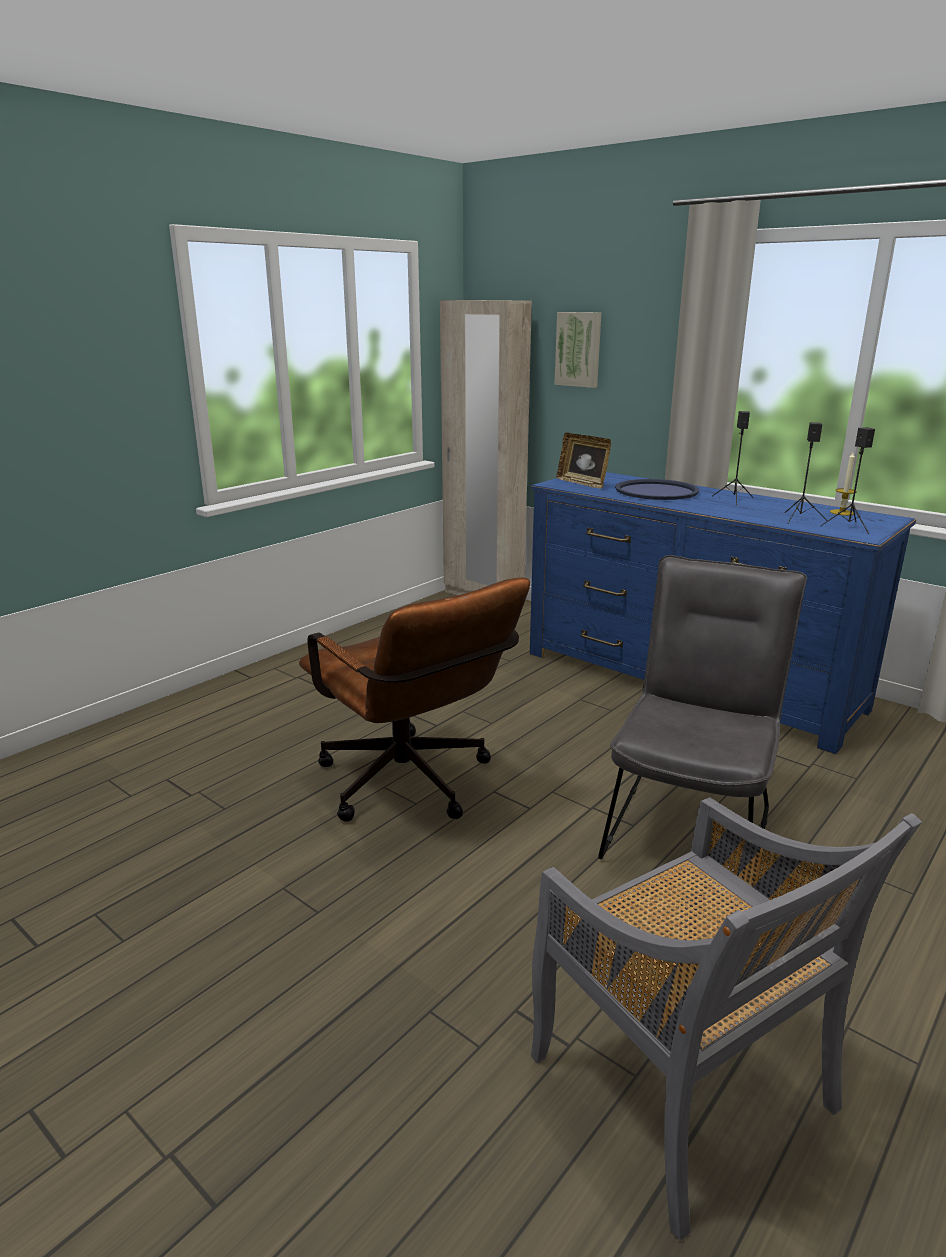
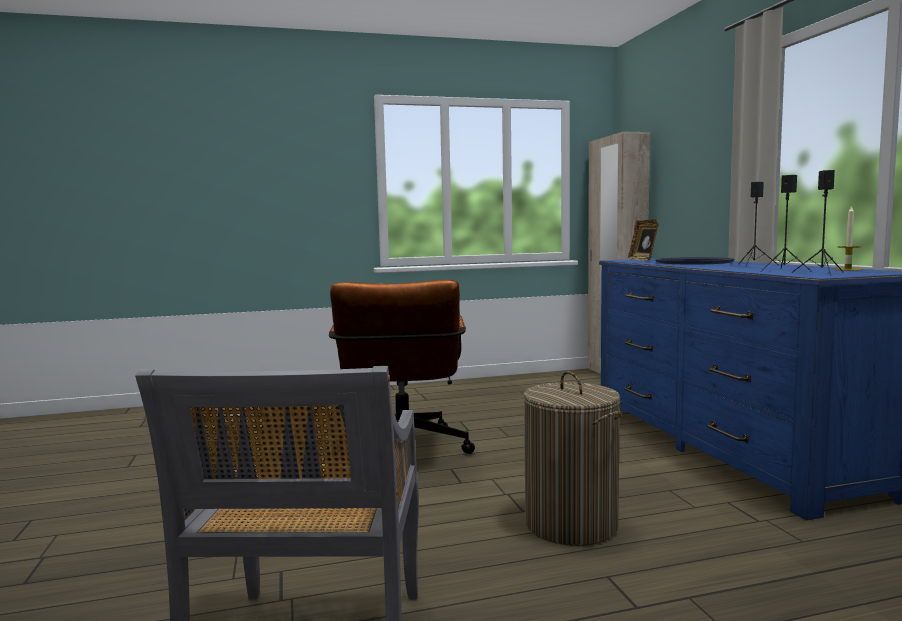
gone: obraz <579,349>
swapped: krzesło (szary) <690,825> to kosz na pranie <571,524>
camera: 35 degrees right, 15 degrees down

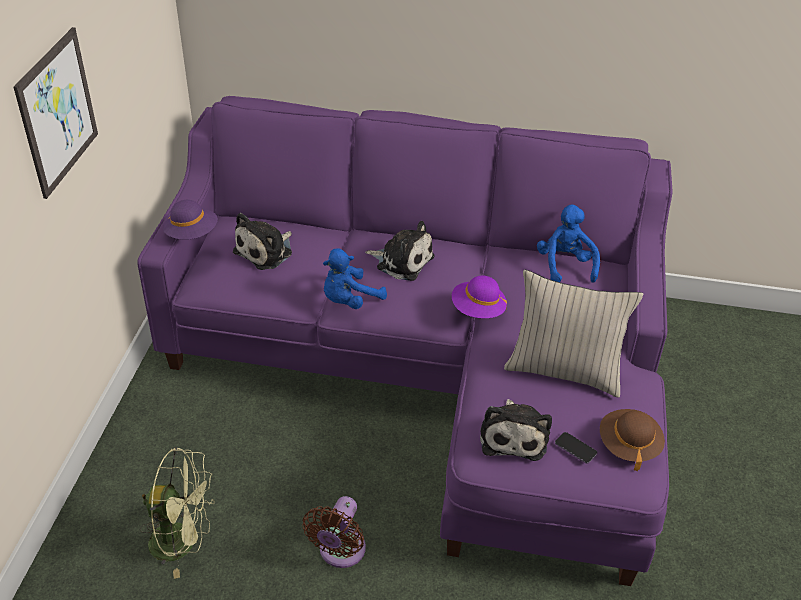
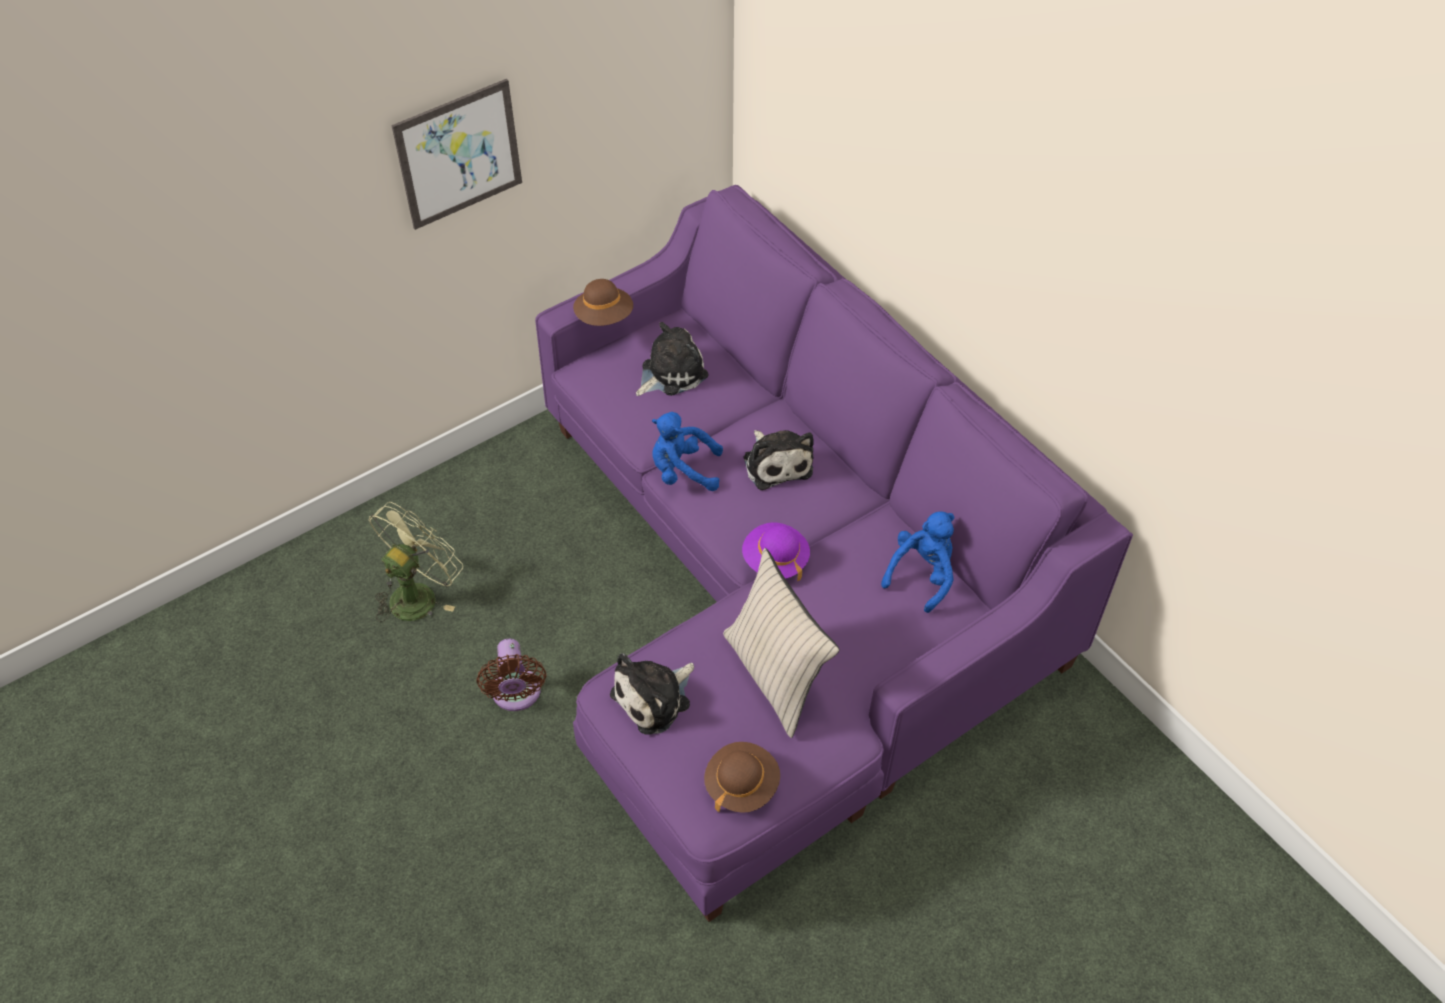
gone: telefon <575,449>
repainted: kapelusz (fioletowy) <192,234> to kapelusz (brązowy) <604,317>
rotated: wentylator (zielony) <183,542> = <418,594> 105 degrees counterclockwise; pluszak <266,251> = <670,373> 150 degrees clockwise; wentylator (brązowy) <340,552> = <516,695> 75 degrees counterclockwise
camera: 45 degrees right, 10 degrees up

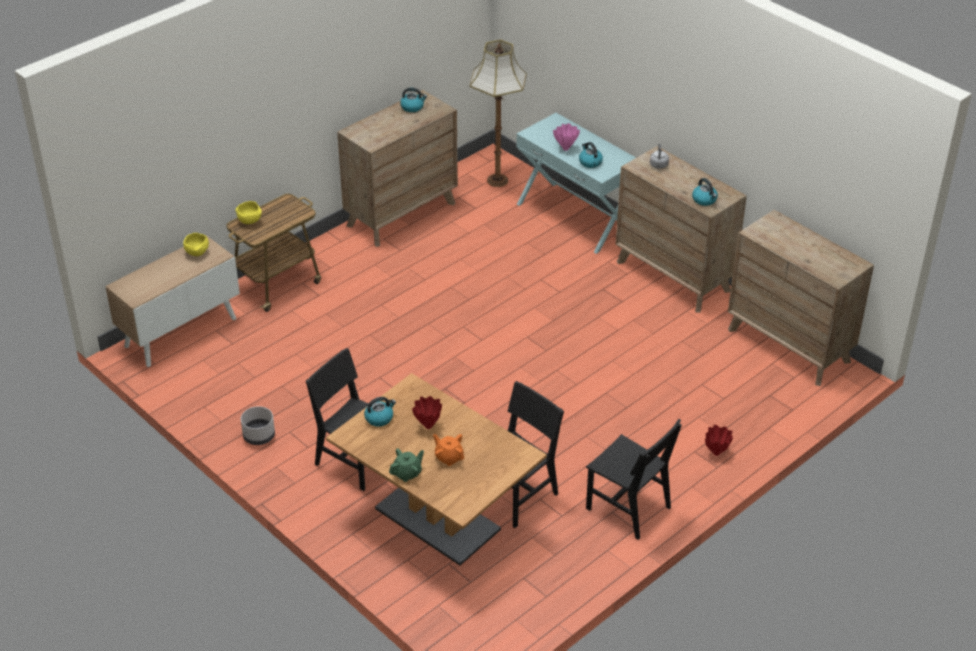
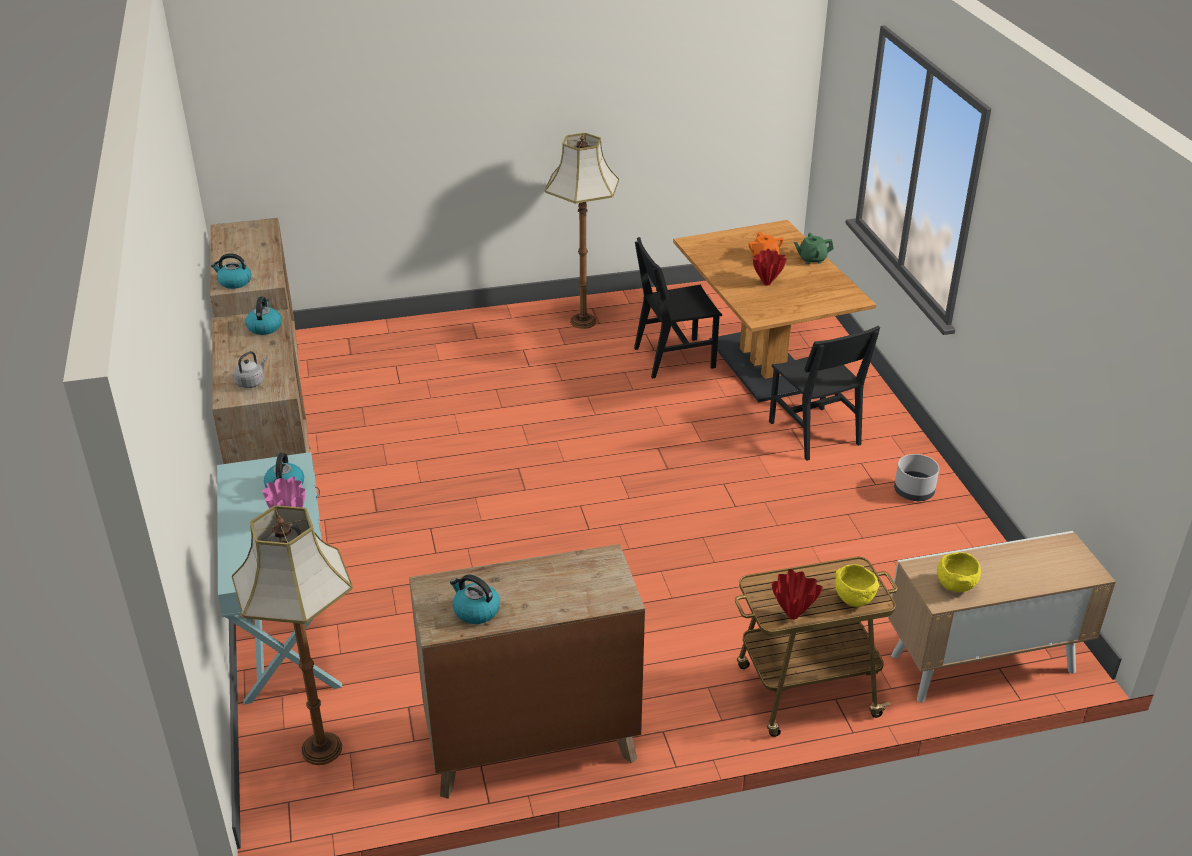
shifted: czajnik <379,418> to <234,282>; wazon (czerwony) <716,453> to <792,616>
swapped: krzesło (czarny) <628,508> to lampa stojąca <582,321>
camera: 150 degrees left, 5 degrees down

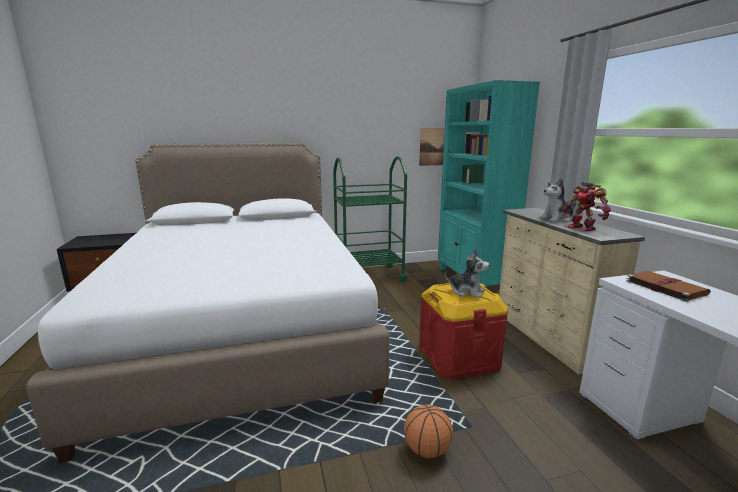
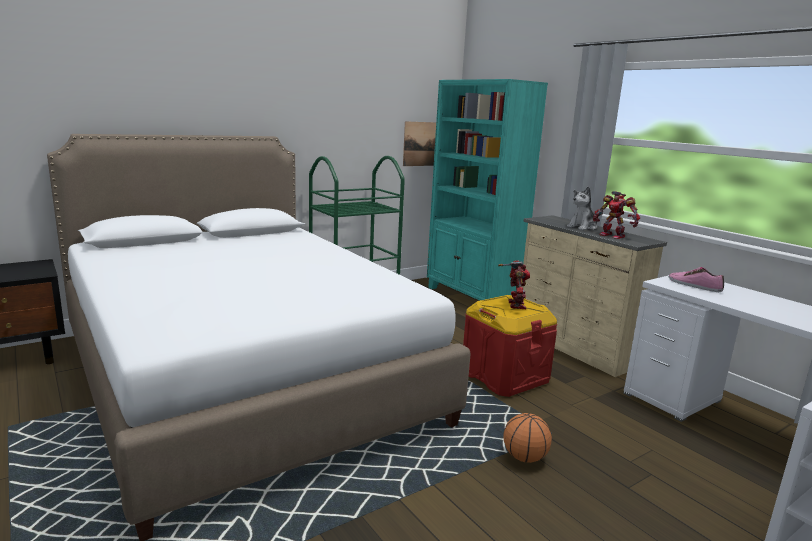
swapped: pluszak <466,291> to robot zabawkowy <514,305>; książka (brązowy) <664,287> to but <694,285>
camera: 20 degrees left, 0 degrees up

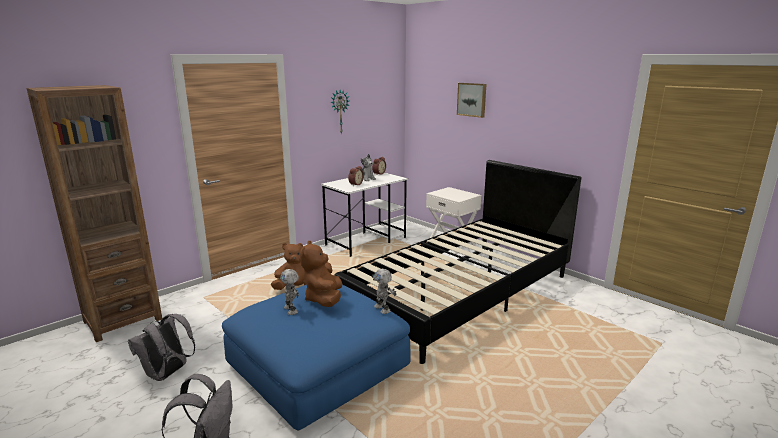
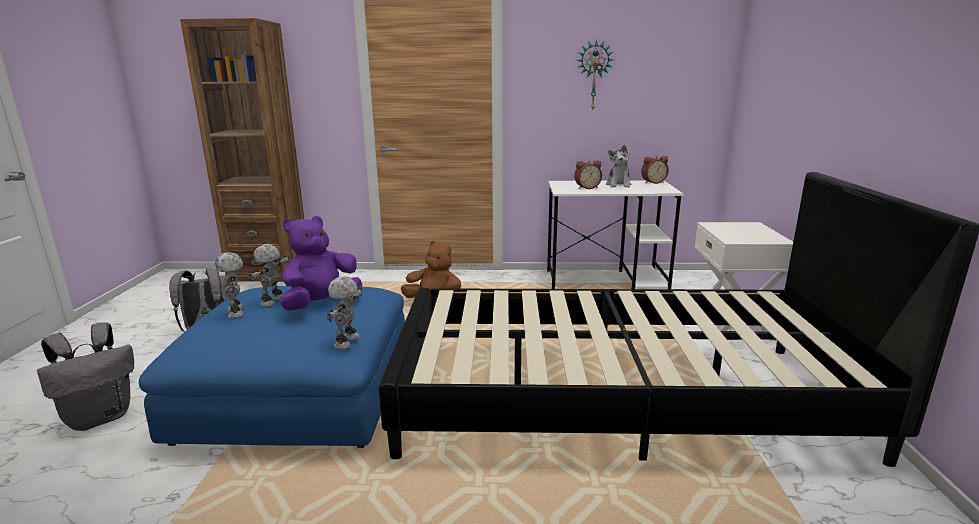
gone: obraz <472,99>
new: robot zabawkowy <237,312>
repainted: pluszak (brązowy) <324,299> to pluszak (fioletowy) <322,304>
camera: 45 degrees right, 0 degrees up

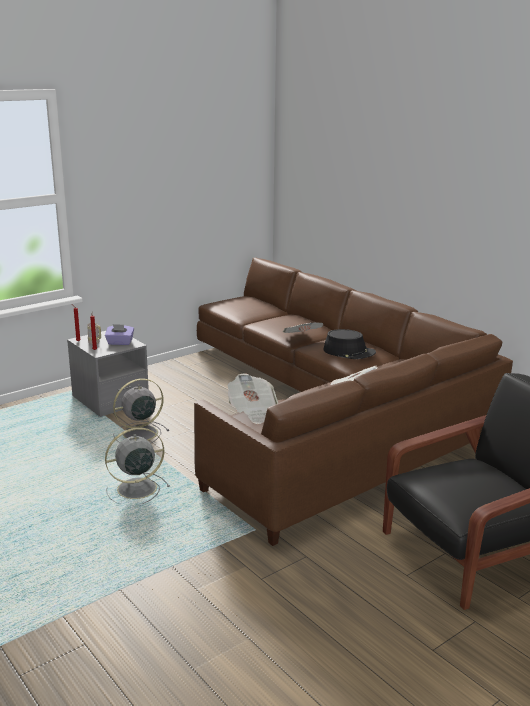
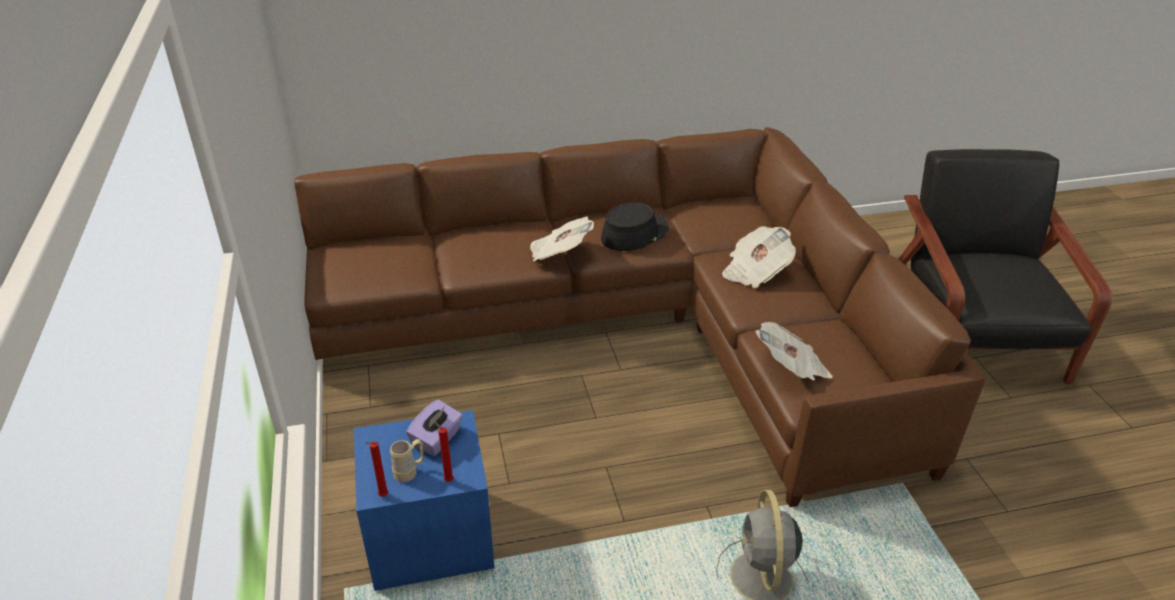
gone: wentylator (szary) <138,434>
repainted: szafka nocna (szary) <110,400> to szafka nocna (niebieski) <430,538>
camera: 65 degrees left, 15 degrees up

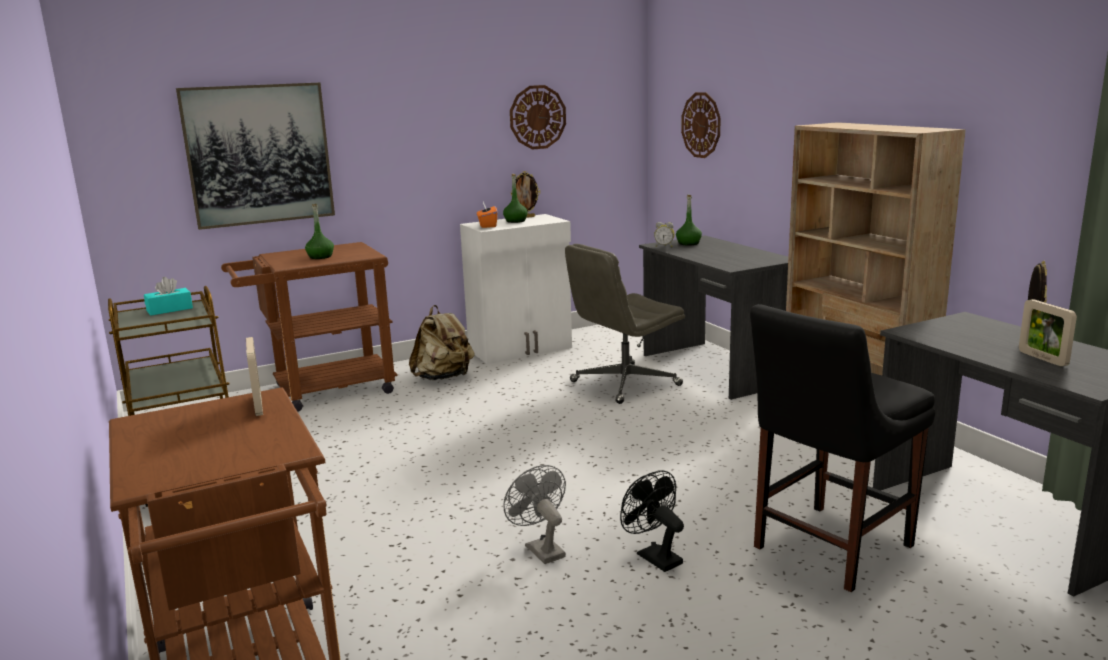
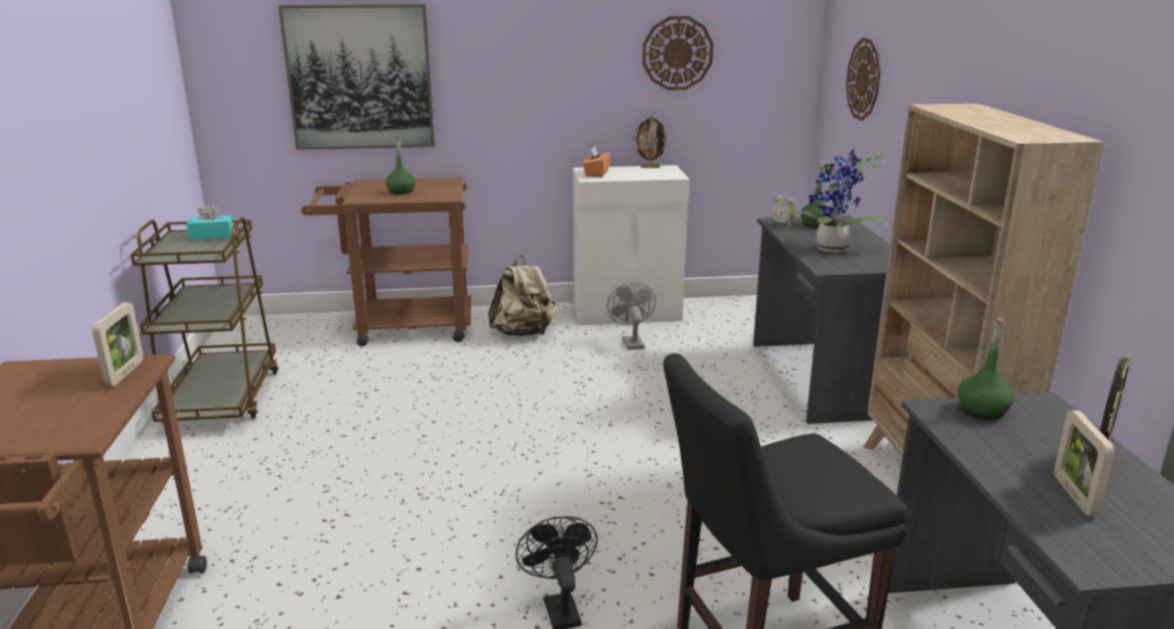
gone: krzesło biurowe (szary) <624,384>
new: roślina doniczkowa <832,250>
shifted: butelka (zielony) <515,221> to <982,410>; wentylator (szary) <540,549> to <631,342>
camera: 20 degrees right, 5 degrees up

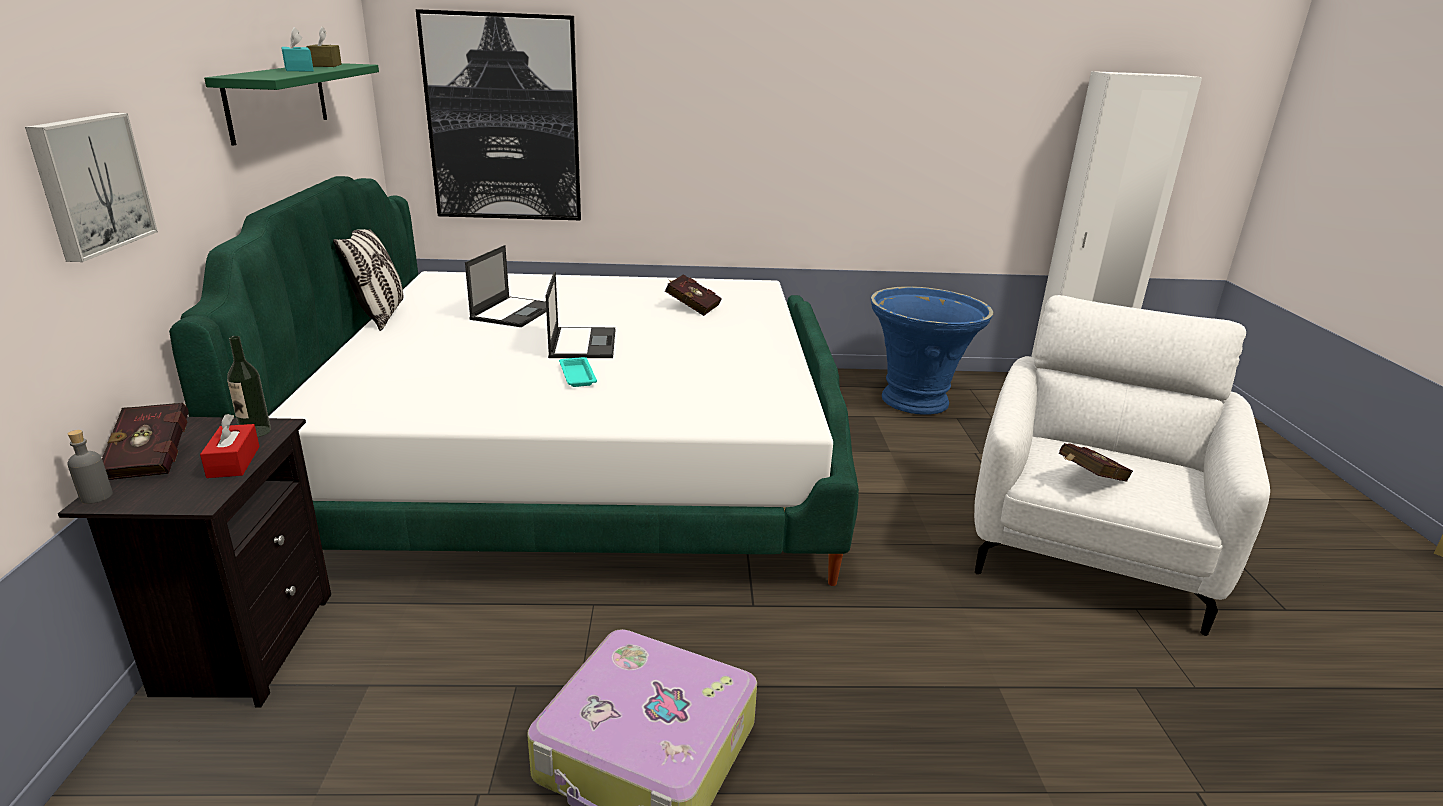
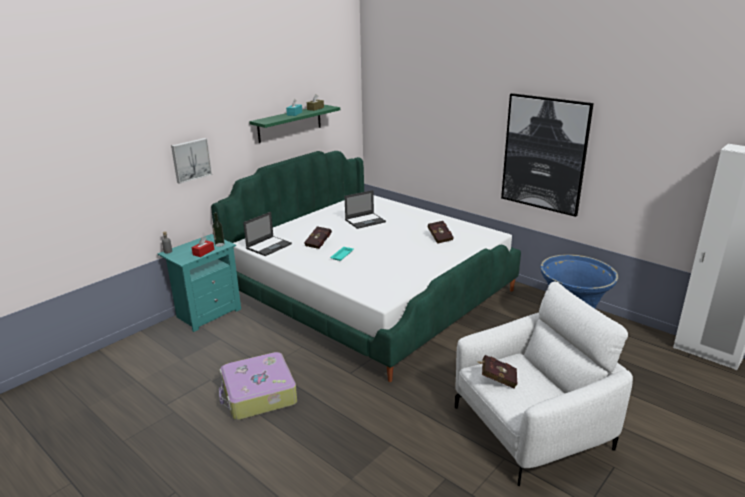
gone: poduszka <380,315>
shifted: książka (czerwony) <154,459> to <319,243>; obraz <503,119> to <544,154>; laptop <582,343> to <269,246>
repainted: szafka nocna (czarny) <243,644> to szafka nocna (turkusowy) <207,313>
camera: 45 degrees right, 0 degrees up

